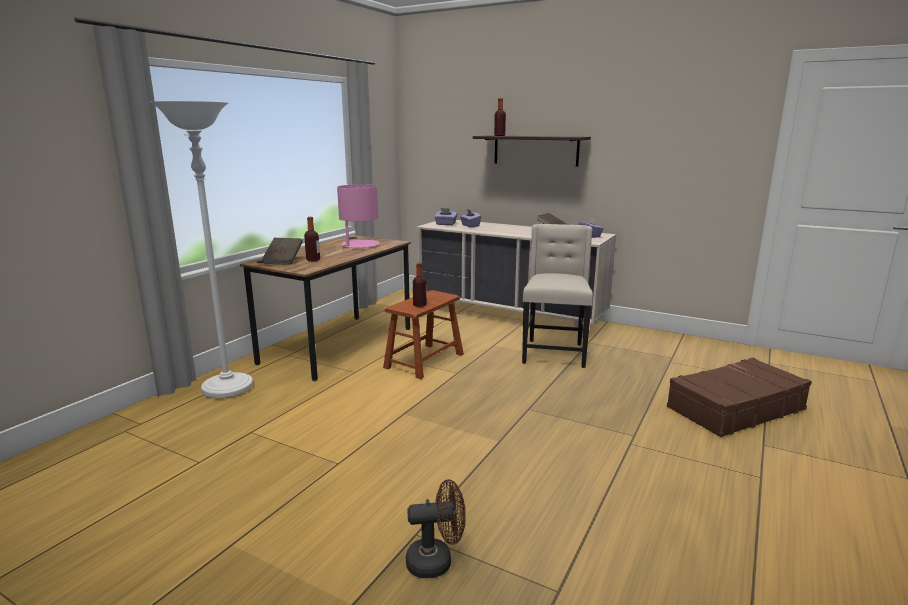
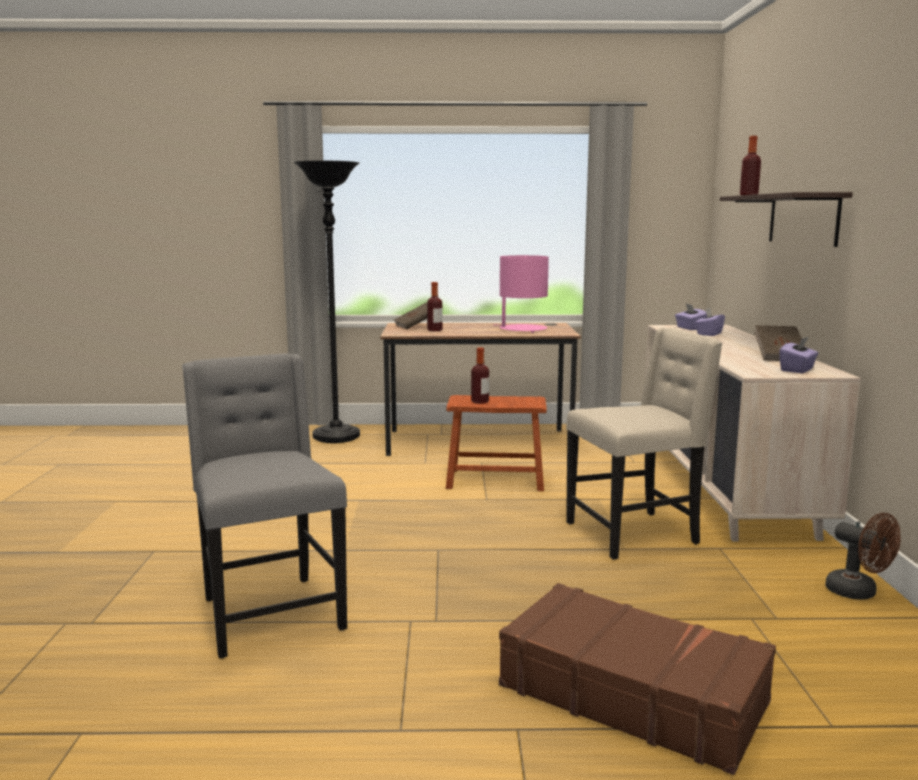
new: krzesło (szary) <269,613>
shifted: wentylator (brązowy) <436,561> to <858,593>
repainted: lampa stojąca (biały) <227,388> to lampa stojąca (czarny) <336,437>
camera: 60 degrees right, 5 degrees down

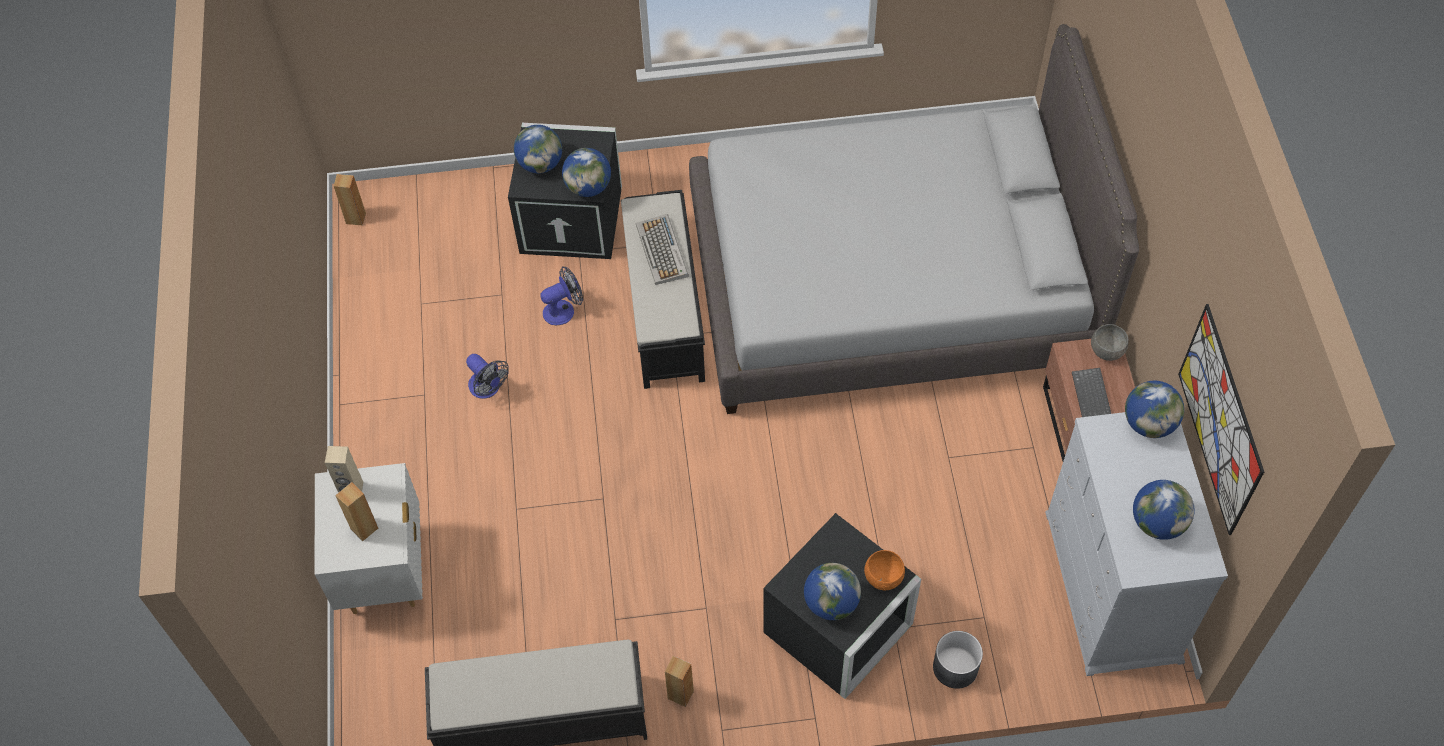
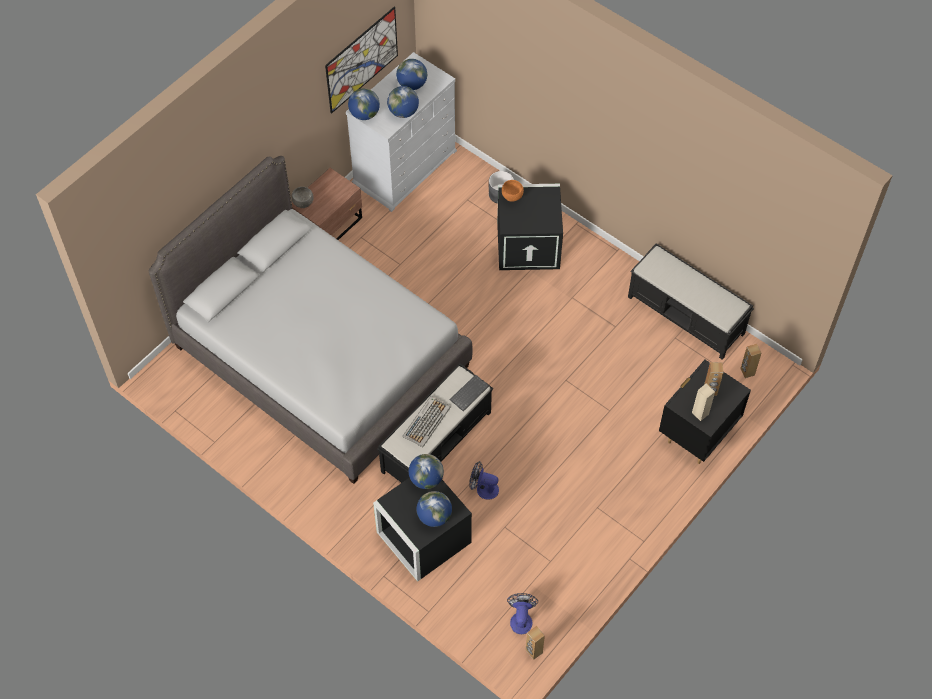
shifted: wentylator <488,389> to <521,619>; głośnik (brązowy) <680,694> to <747,372>; globus <831,603> to <403,112>; klawiatura <1093,397> to <469,392>
repainted: szafka nocna (biały) <384,572> to szafka nocna (czarny) <697,435>
camera: 135 degrees left, 0 degrees up

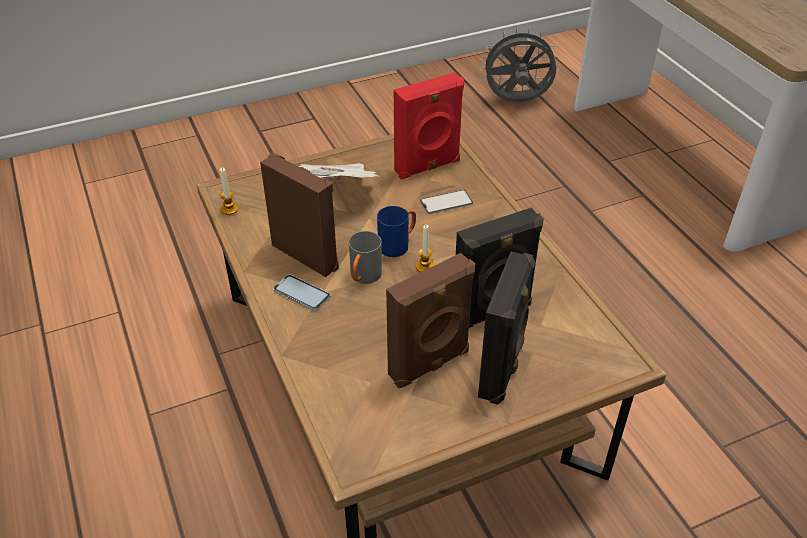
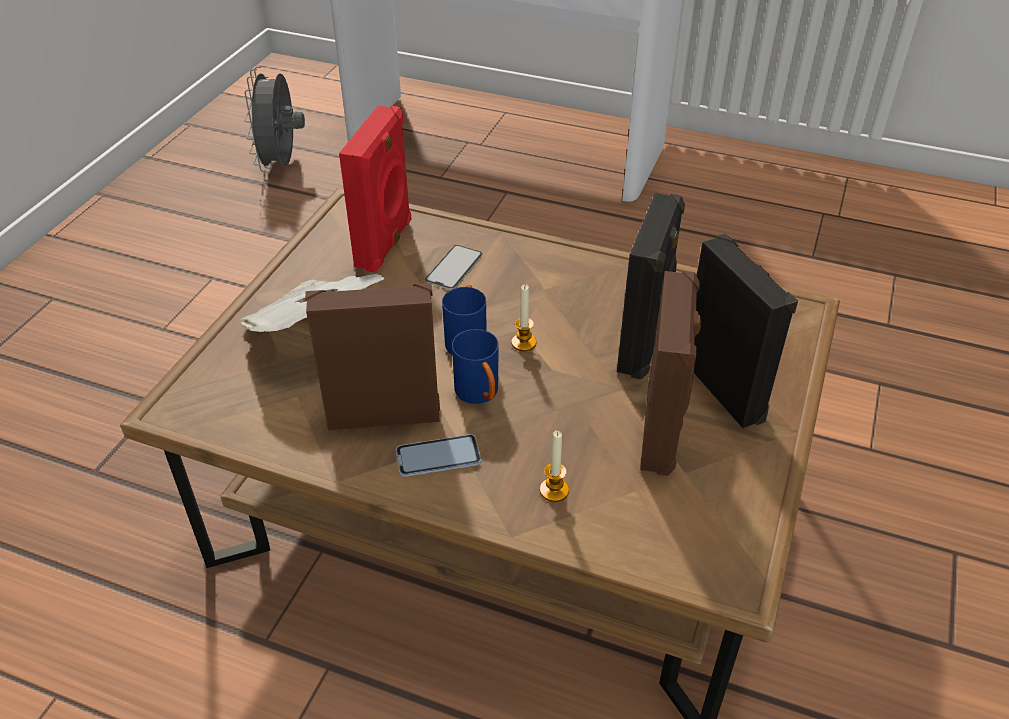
shifted: świeca <229,209> to <554,490>
repainted: kubek (szary) <363,278> to kubek (niebieski) <480,395>
rotated: wentylator (szary) <516,102> = <282,164> 45 degrees counterclockwise
camera: 45 degrees left, 0 degrees up

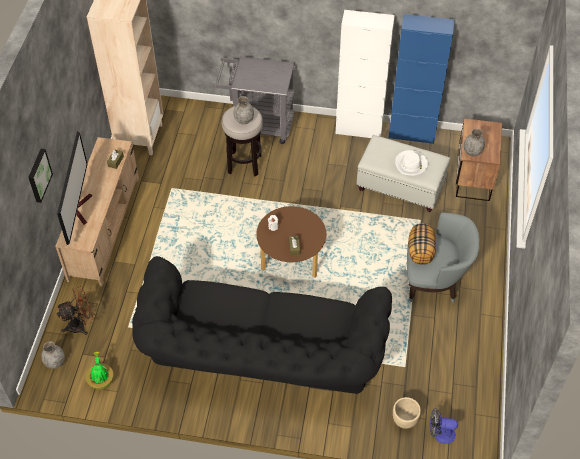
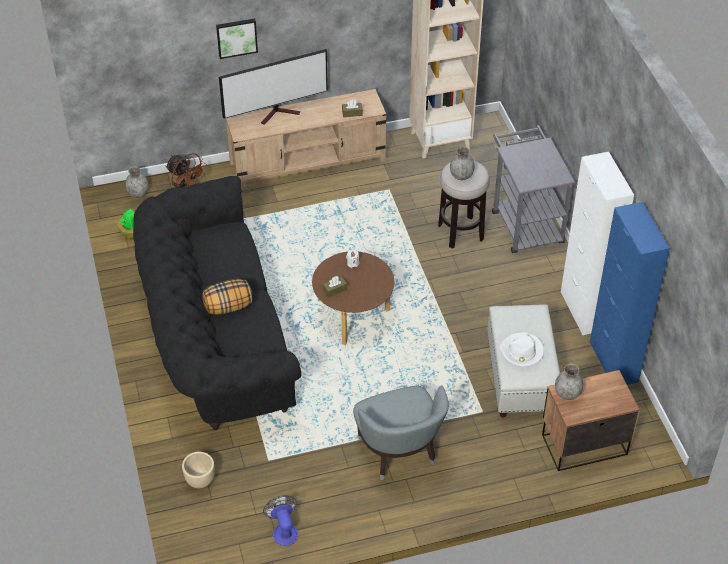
shifted: poduszka <421,251> to <228,307>; wentylator <440,434> to <283,530>
camera: 65 degrees right, 5 degrees down

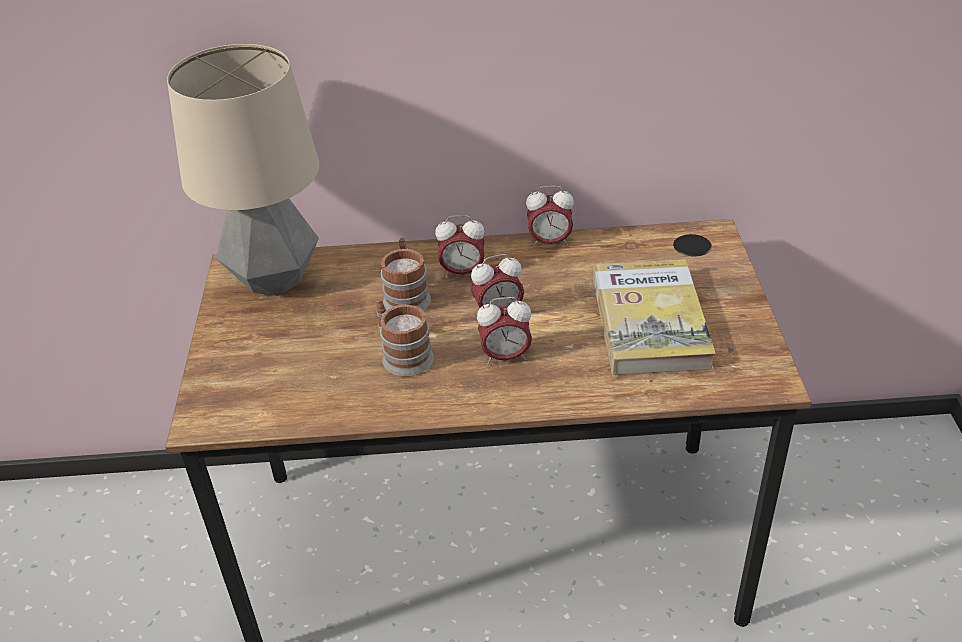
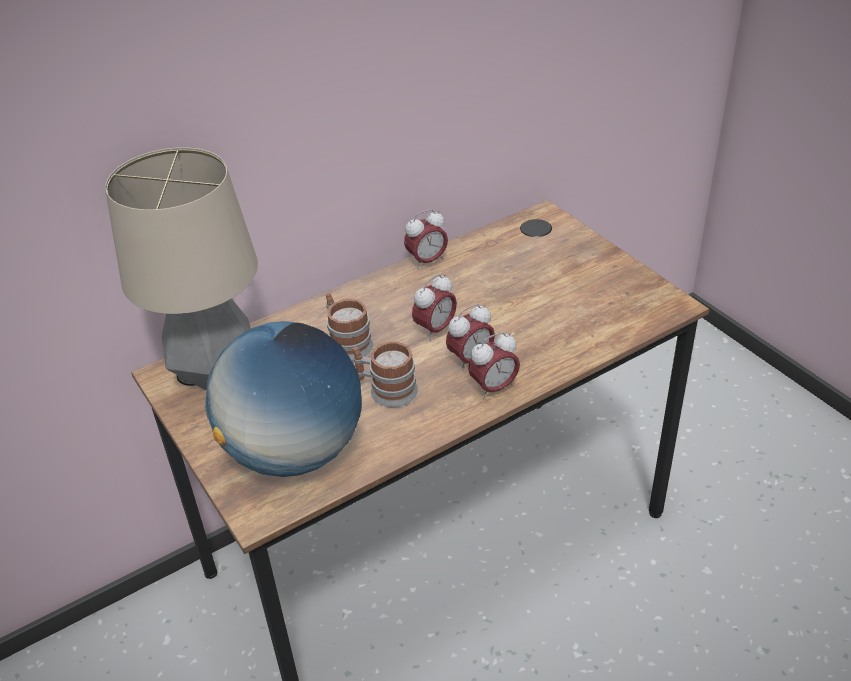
gone: książka <650,322>
new: globus <294,452>
shifted: budzik <462,272> to <494,388>
camera: 30 degrees left, 0 degrees up

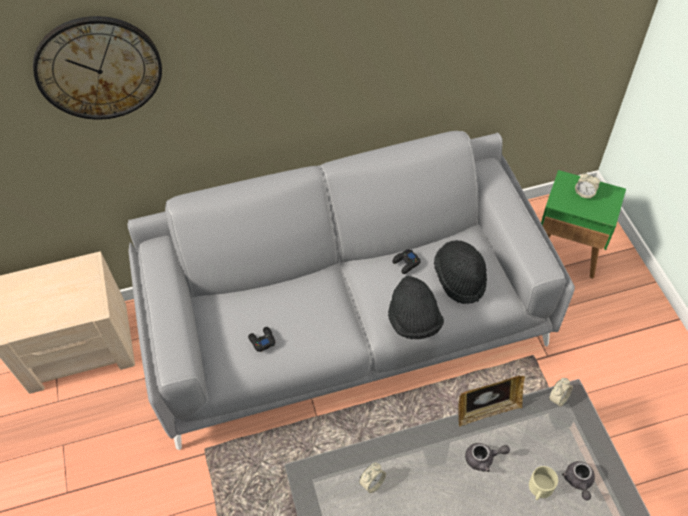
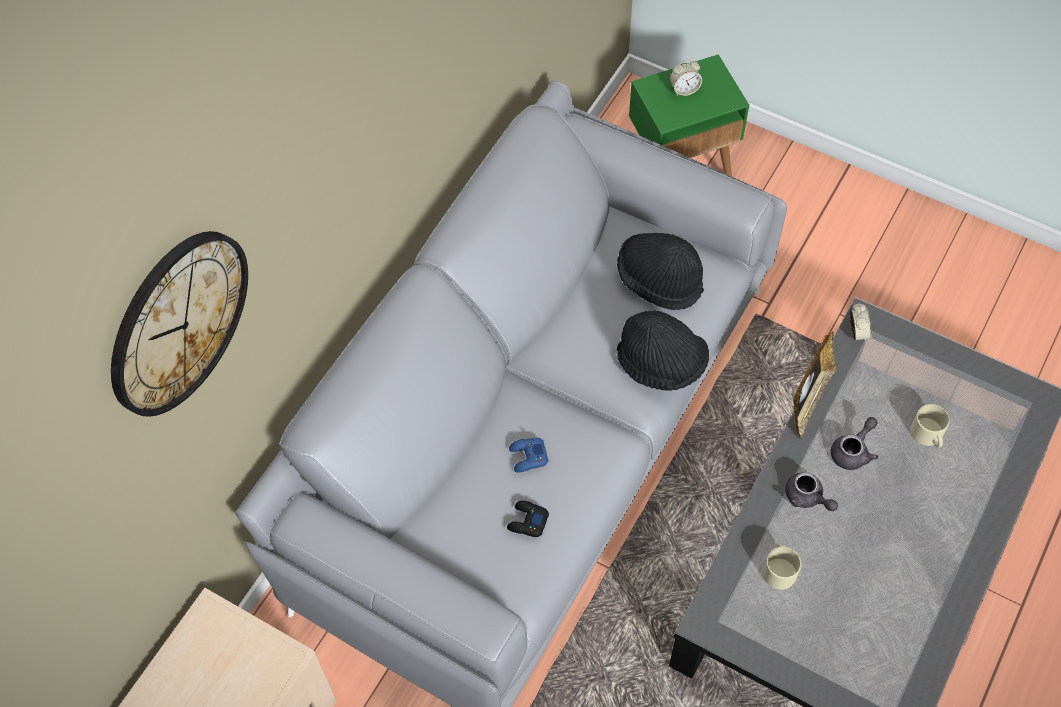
gone: pad do gier (czarny) <406,263>
new: pad do gier (niebieski) <528,457>
shifted: imbryk (szary) <578,481> to <807,498>
swapped: budzik <372,483> to kubek (beżowy) <779,569>
camera: 45 degrees left, 5 degrees up

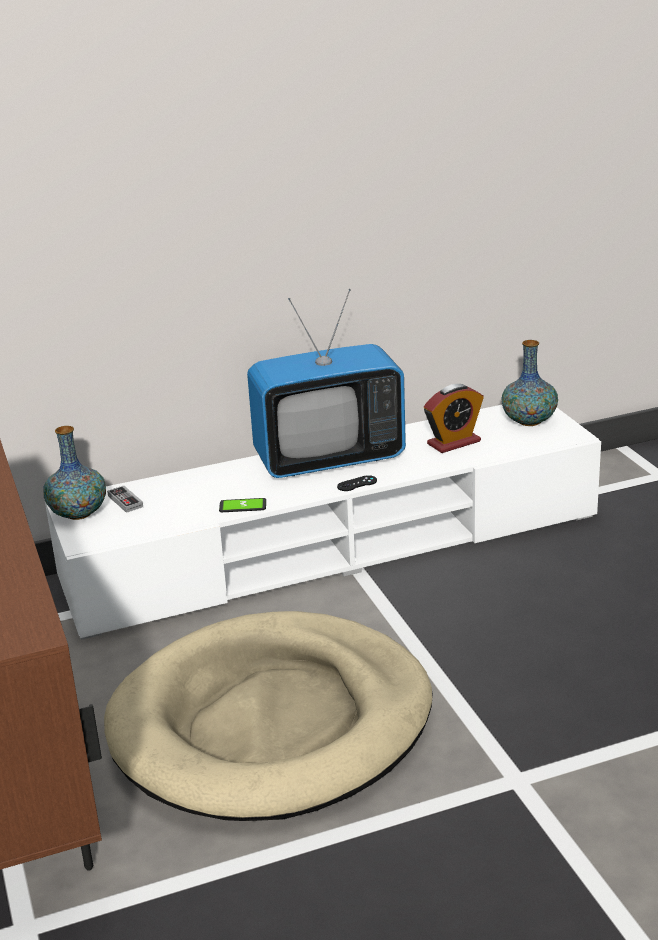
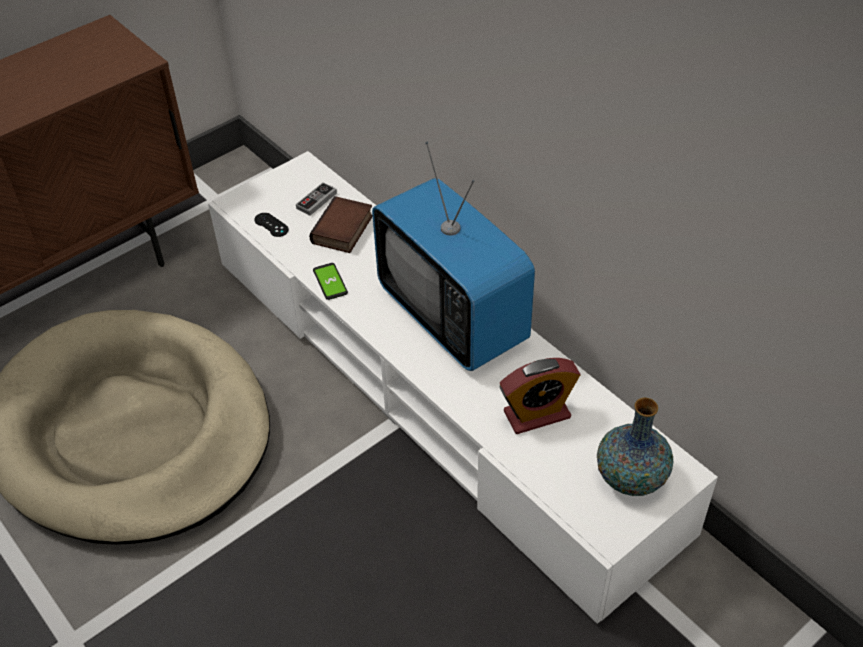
gone: wazon <78,513>
new: książka <343,230>
shifted: pad do gier (czarny) <357,483> to <271,225>
rotated: budzik <454,442> = <537,414> 60 degrees counterclockwise
camera: 70 degrees right, 20 degrees up

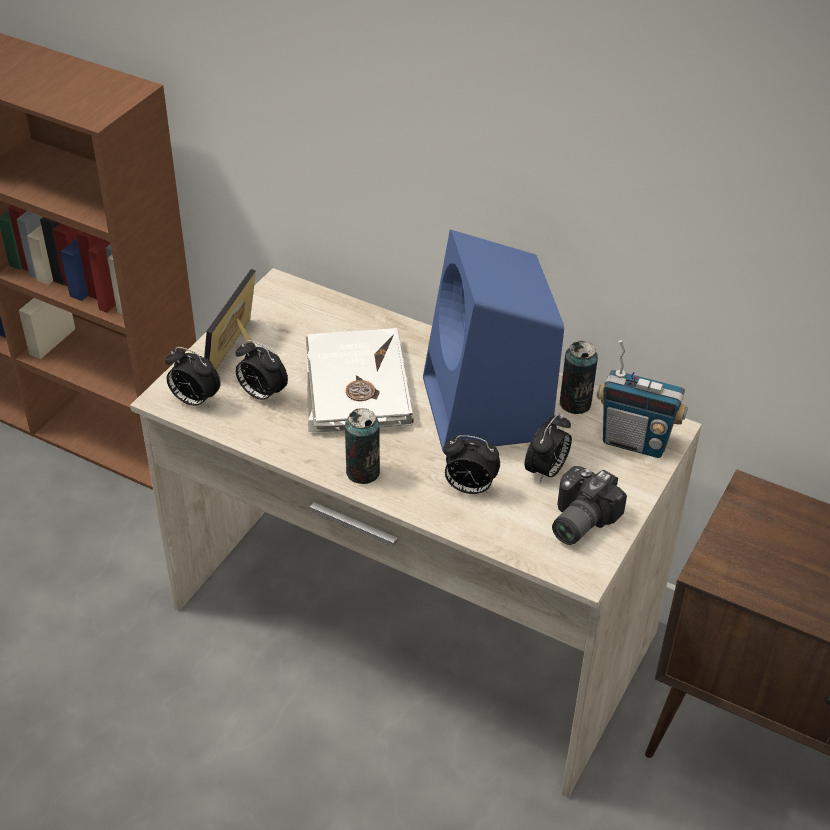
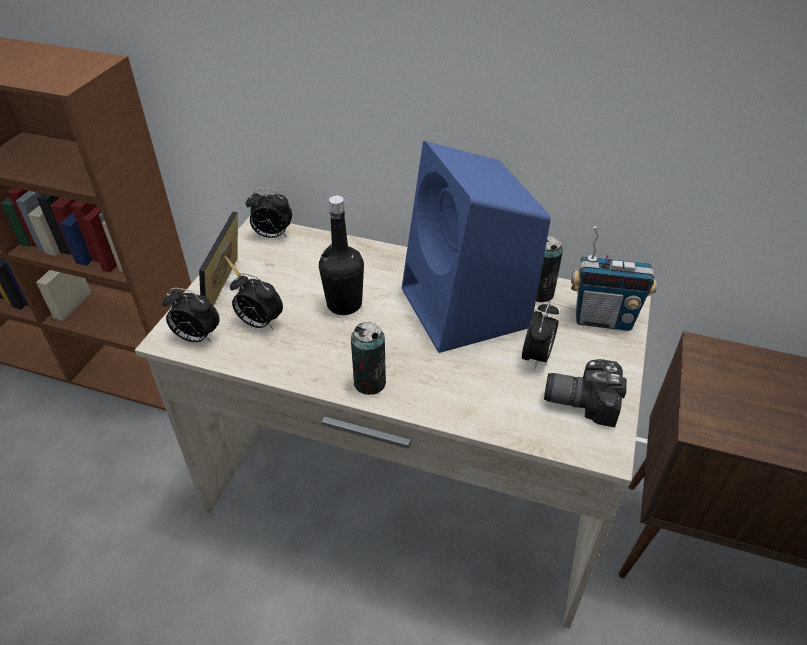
shifted: budzik <469,488> to <272,235>
swapped: książka (biały) <356,386> to butelka (czarny) <344,304>
rotated: aparat fotograficzny <577,519> = <580,399> 75 degrees clockwise
camera: 10 degrees left, 0 degrees up

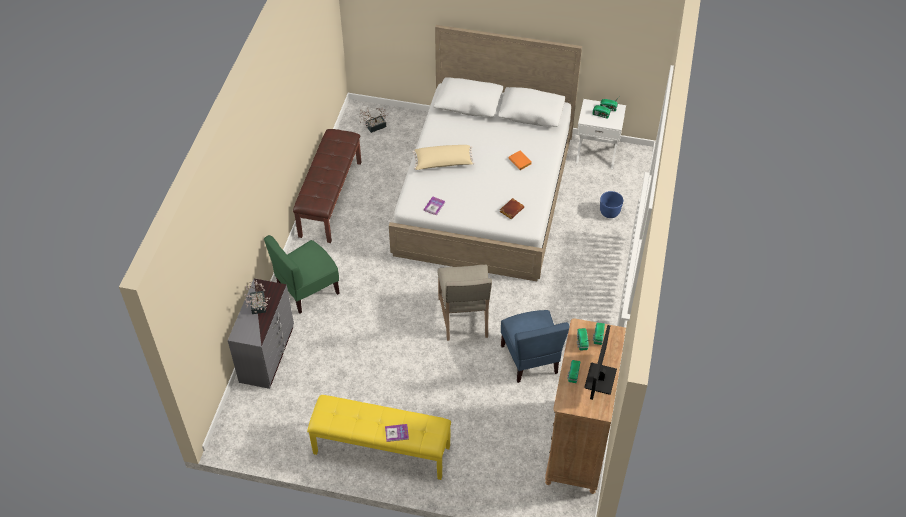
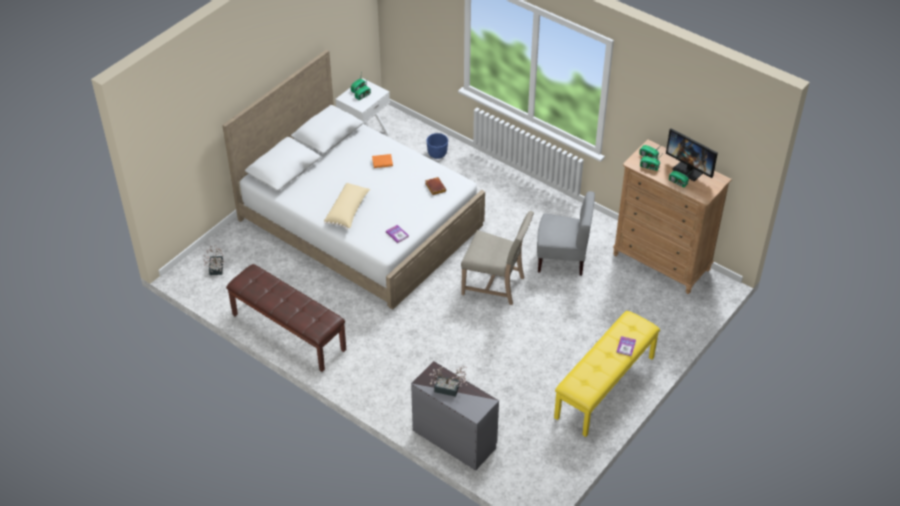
gone: krzesło (zielony) <308,290>
repainted: krzesło (niebieski) <530,359> to krzesło (szary) <562,259>
camera: 65 degrees left, 5 degrees down

